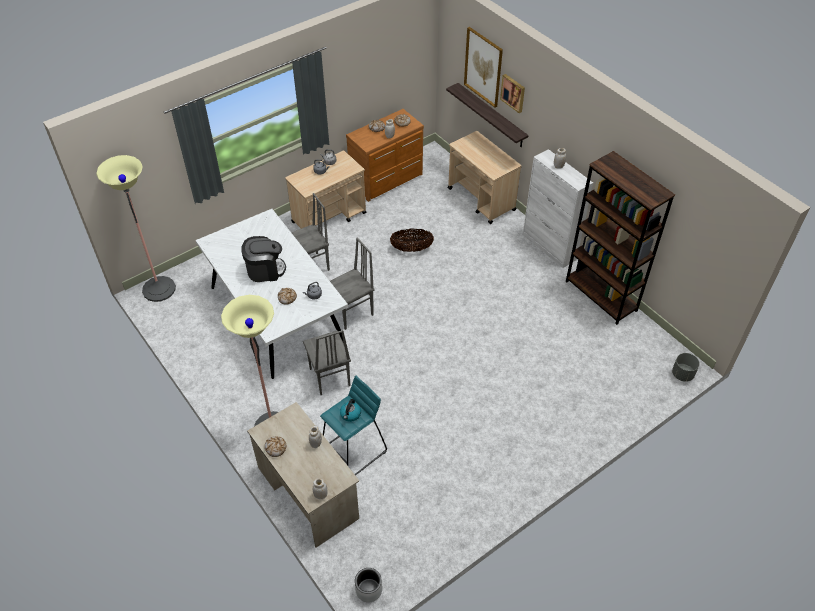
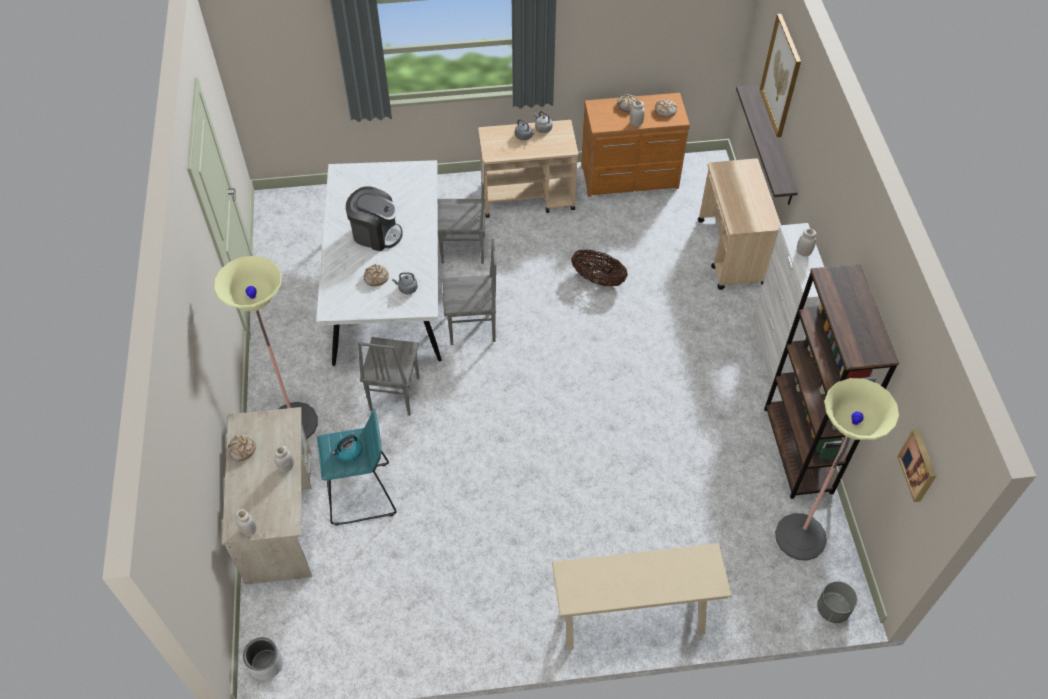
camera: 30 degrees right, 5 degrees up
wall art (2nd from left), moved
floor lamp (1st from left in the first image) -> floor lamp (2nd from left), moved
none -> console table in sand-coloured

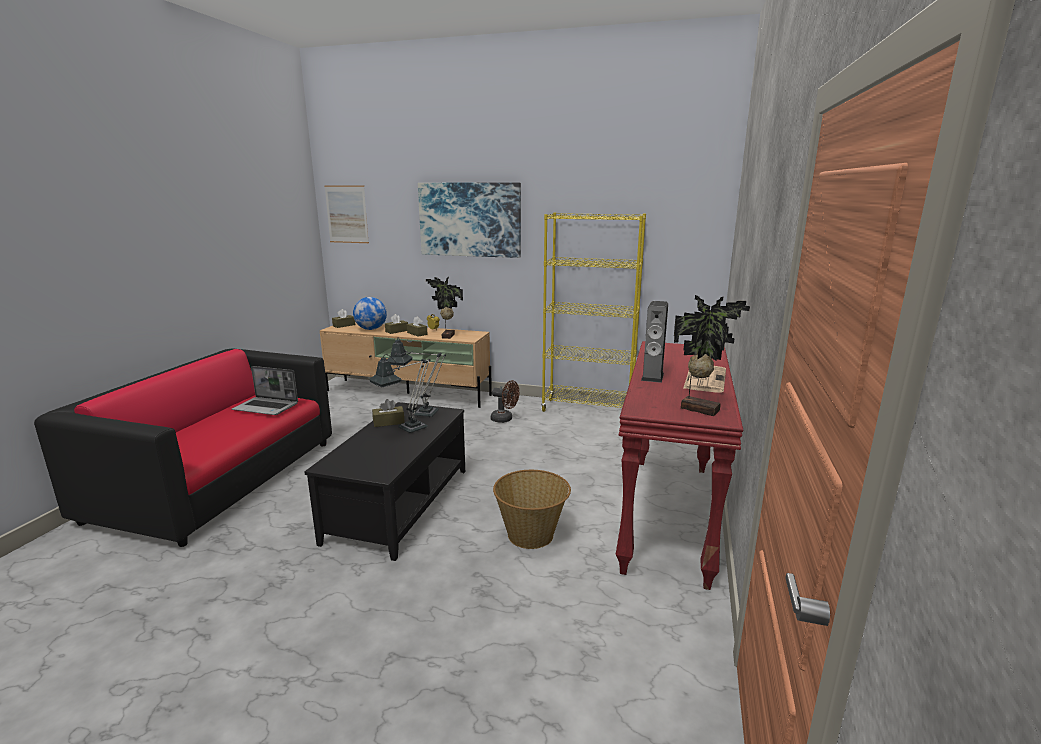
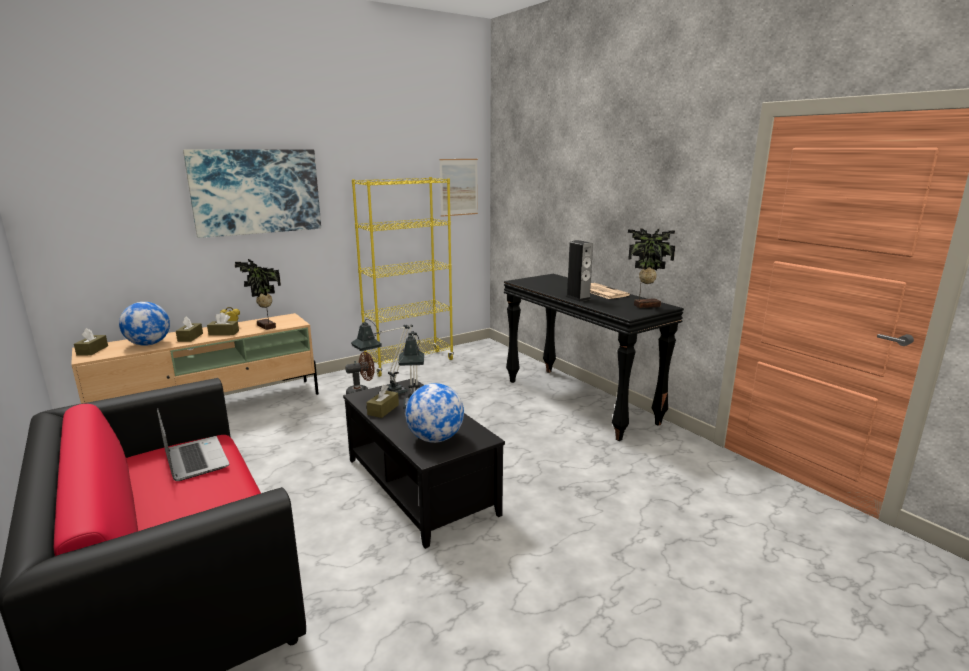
camera: 50 degrees left, 0 degrees up
wall art (1st from left in the first image) -> wall art (2nd from left), moved
console table in red -> console table in blackish
portable computer, 90 degrees counterclockwise
storage basket -> none
none -> world globe (2nd from left)

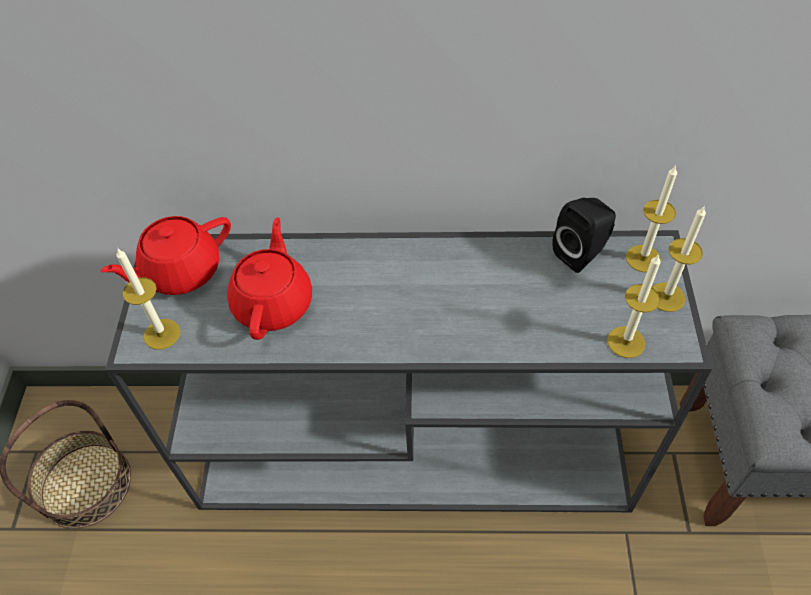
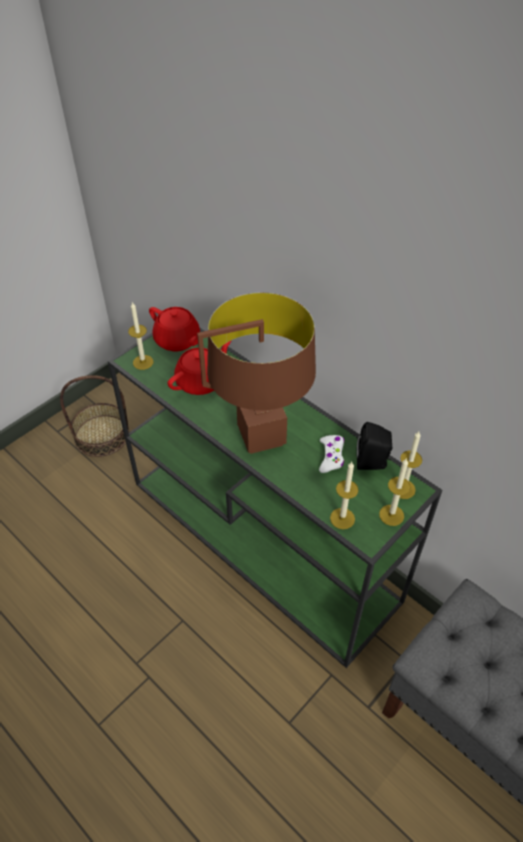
camera: 40 degrees right, 5 degrees down
teapot in red (1st from left), 150 degrees counterclockwise
console table in grey -> console table in green
none -> lamp for a table in brown-coloured
none -> game controller in whitish

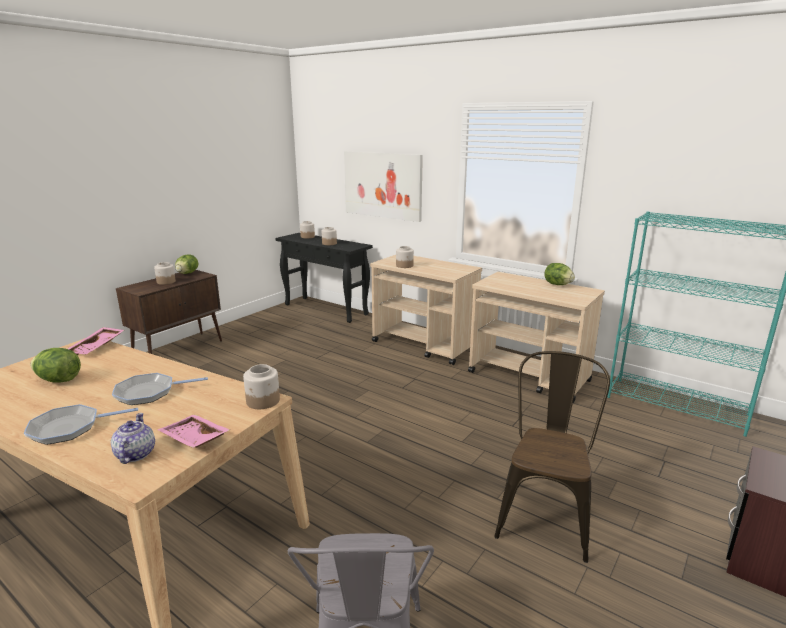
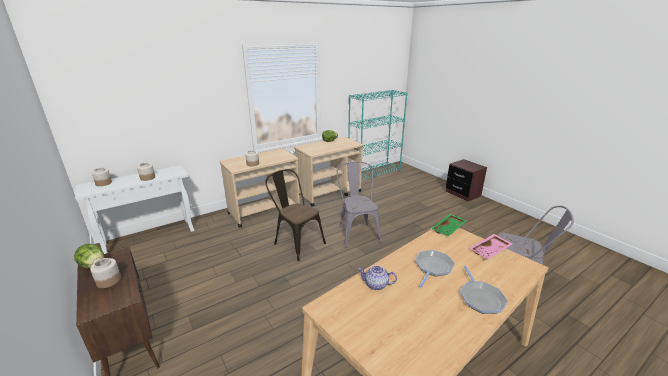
camera: 70 degrees left, 5 degrees up
wall art -> none
console table in blackish -> console table in whitish
serving tray in pink (1st from left) -> none
lettuce (1st from left) -> none
plain chair in brown-coloured, moved
storage jar (2nd from left) -> serving tray in green
frying pan (2nd from left in the first image) -> frying pan (1st from left), 150 degrees counterclockwise
teapot, moved
none -> plain chair in grey (1st from left)

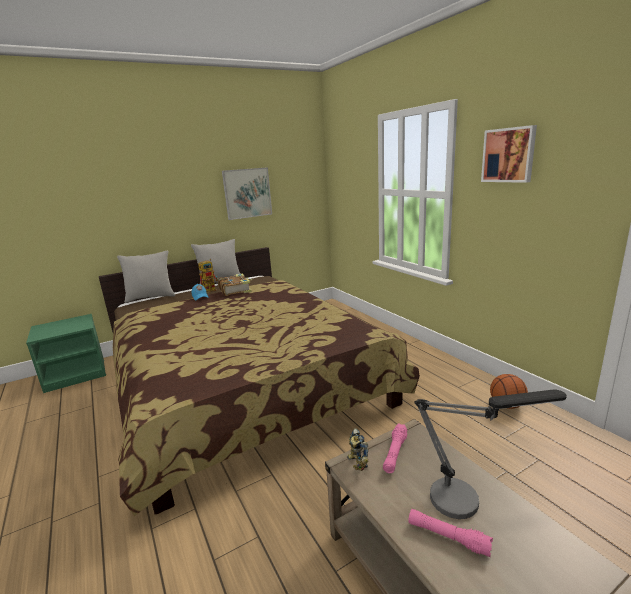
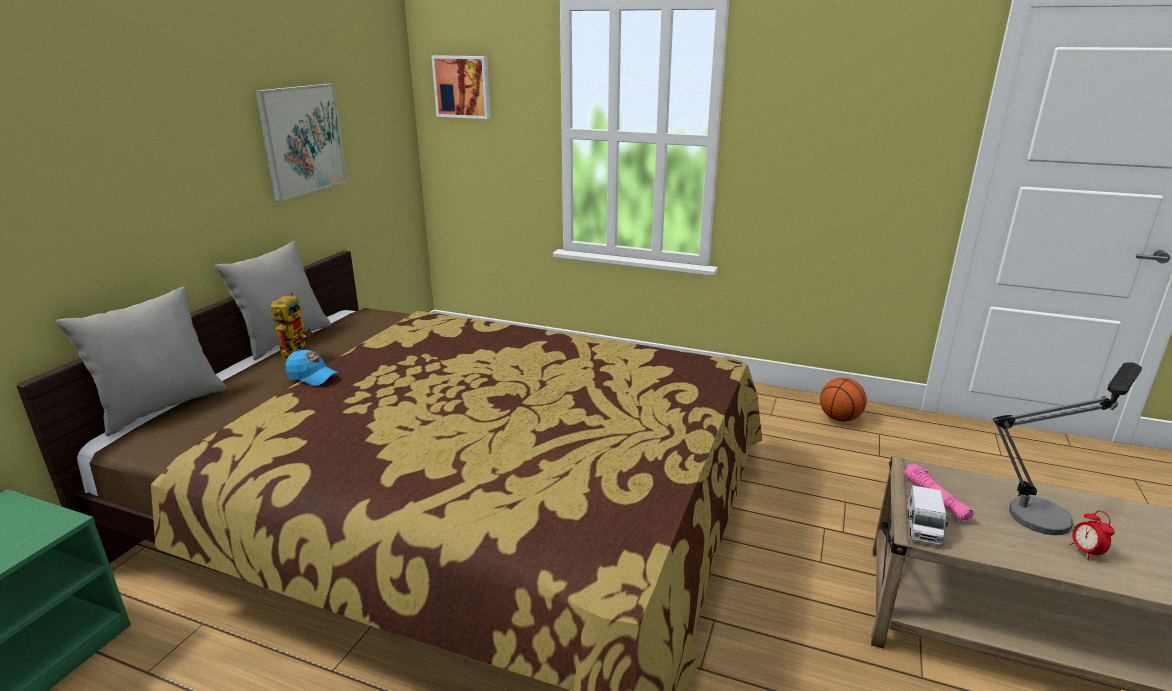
camera: 40 degrees left, 5 degrees up
wall art (2nd from left), moved
volume -> none
robot figure (2nd from left) -> model truck
hand torch in pink (2nd from left) -> table clock

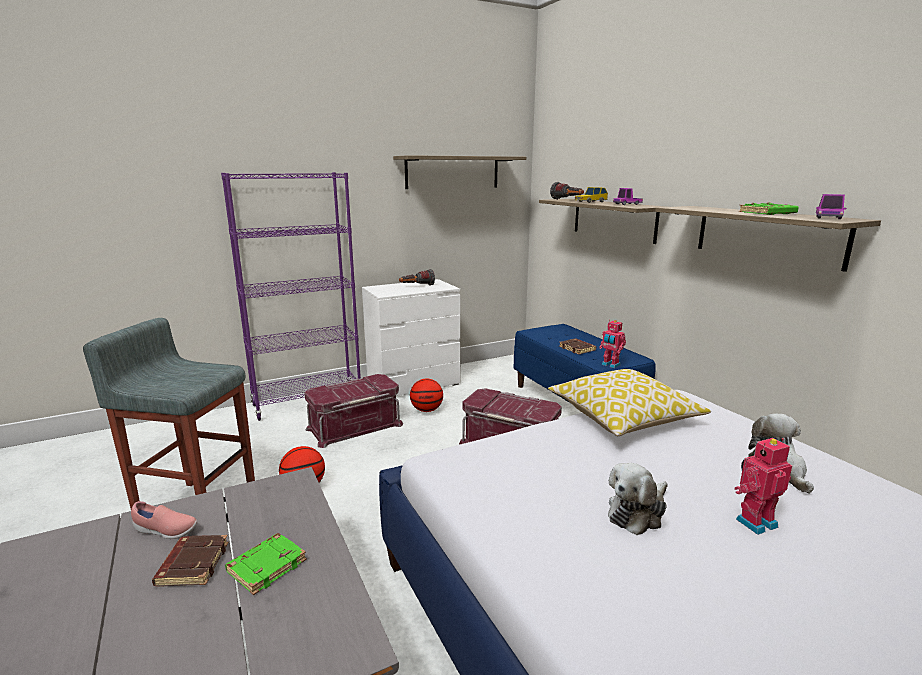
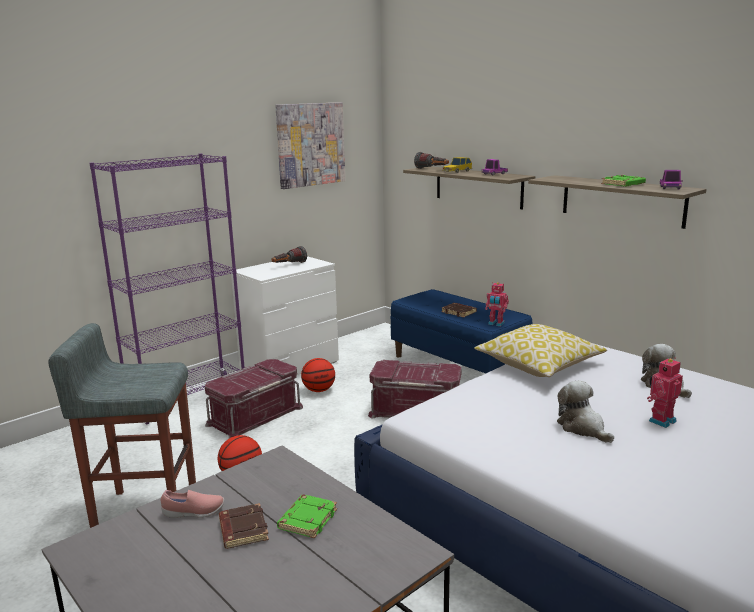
camera: 15 degrees left, 0 degrees up
shelf (1st from left) -> wall art
cuddly toy (1st from left), 120 degrees clockwise

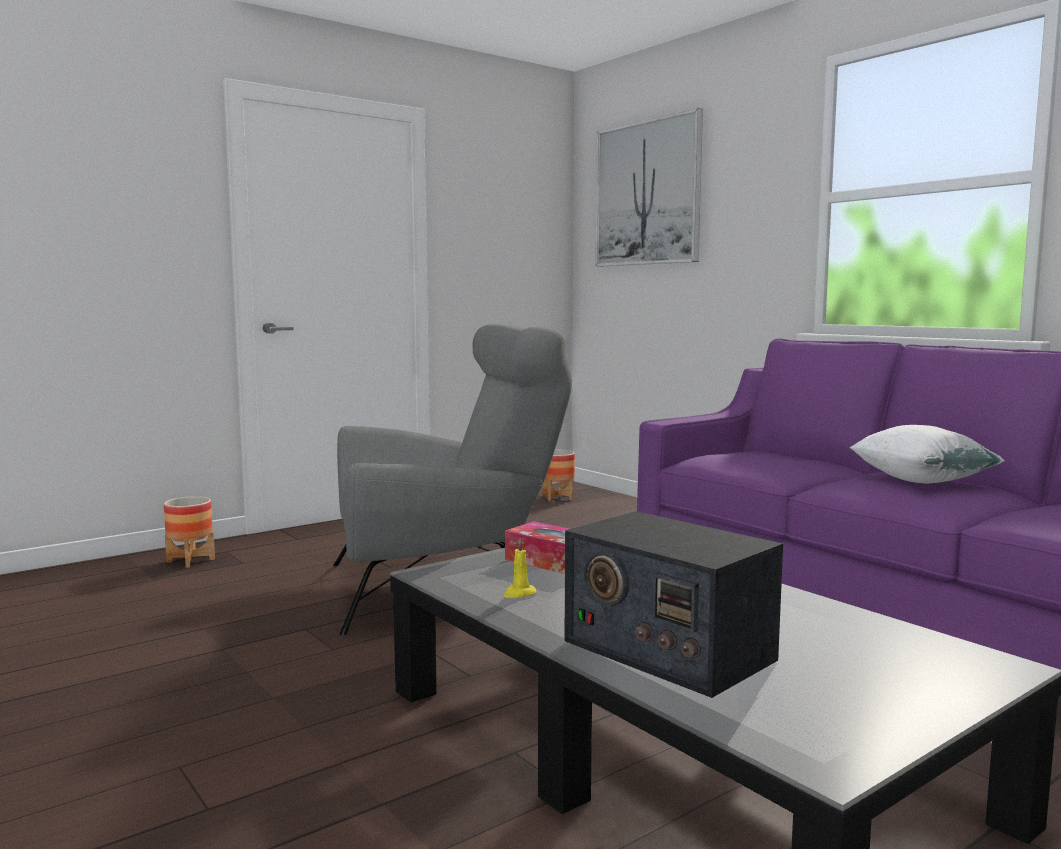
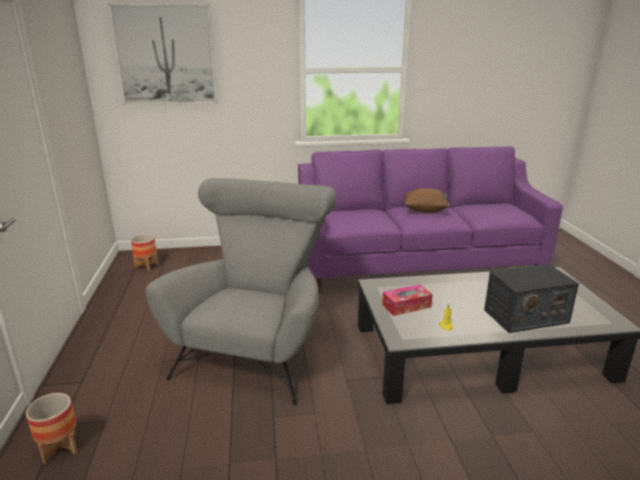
camera: 60 degrees left, 15 degrees up
cushion in whitish -> cushion in brown-coloured

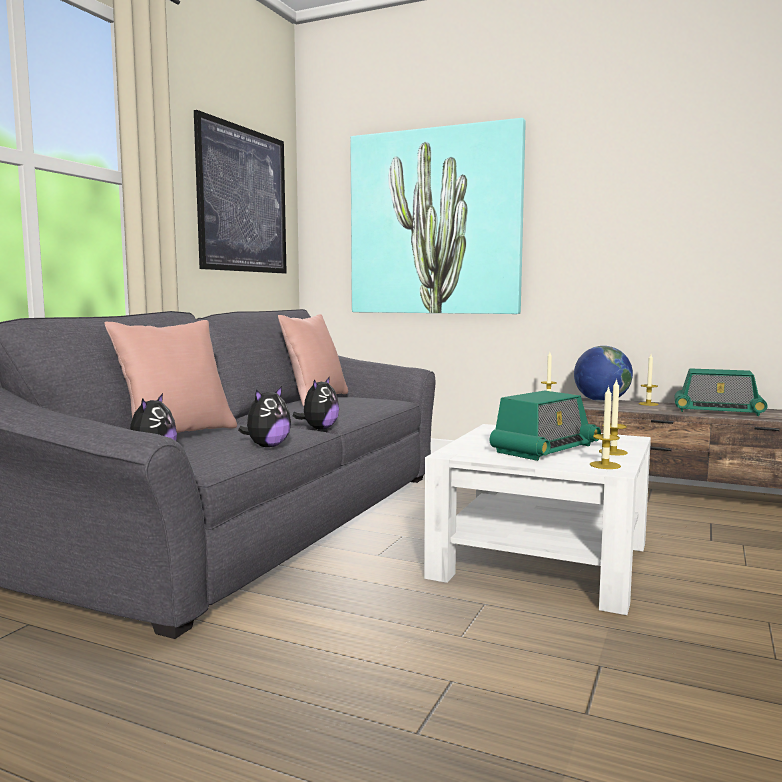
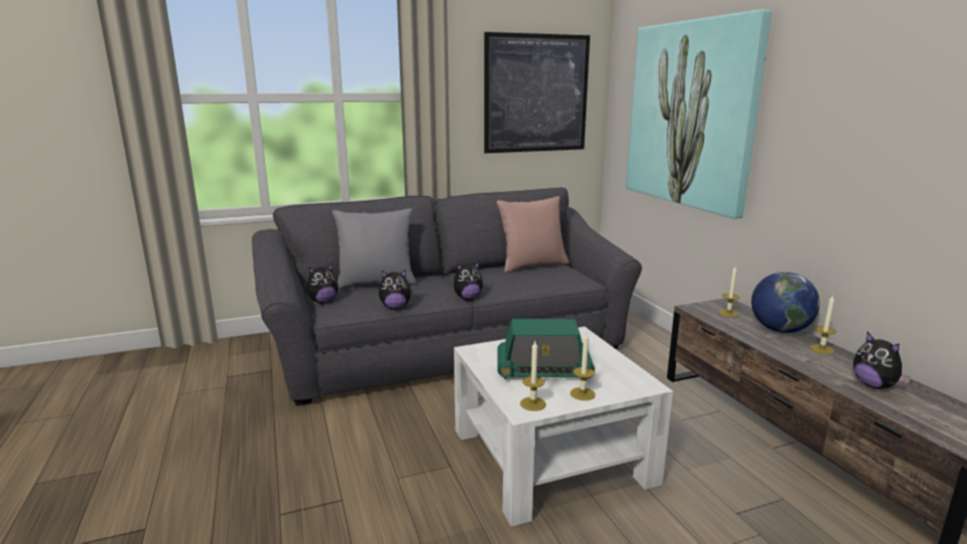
camera: 45 degrees right, 10 degrees up
cushion in pink (1st from left) -> cushion in grey
radio (2nd from left) -> cuddly toy (4th from left)

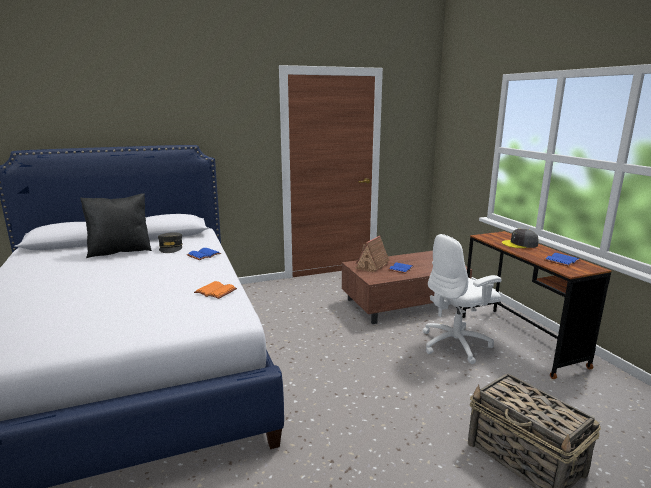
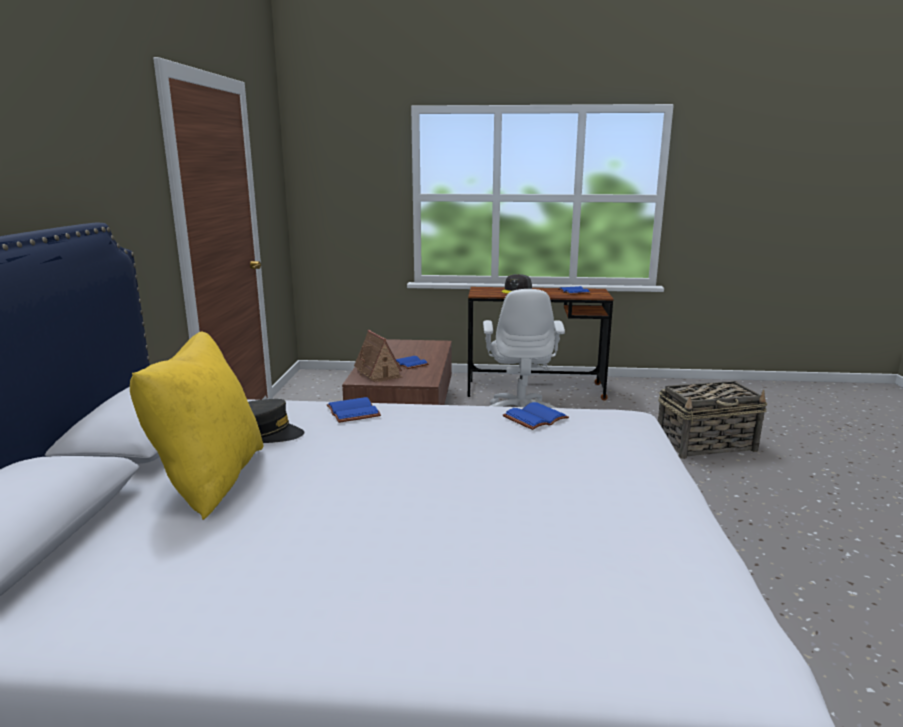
camera: 65 degrees left, 0 degrees up
cushion in blackish -> cushion in yellow-coloured
volume in orangey -> volume in blue-coloured (3rd from left)

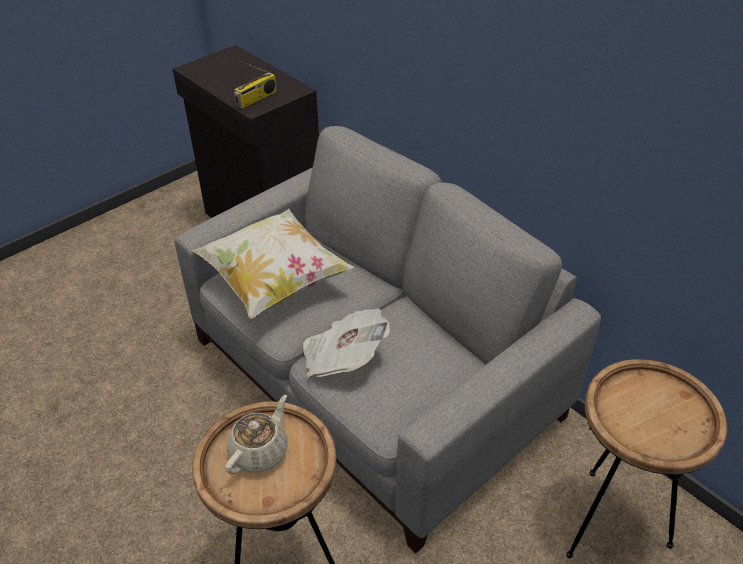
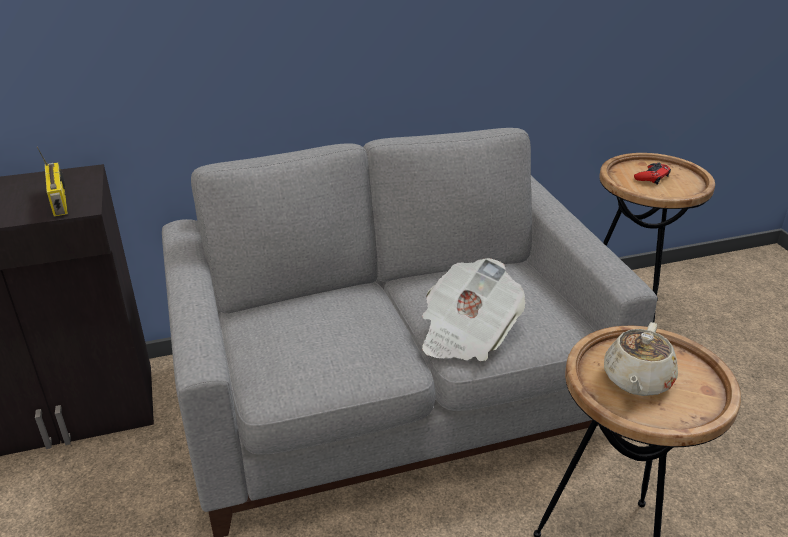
camera: 65 degrees left, 10 degrees down
cushion -> none
teapot in sand-coloured, 120 degrees counterclockwise
none -> game controller in red

